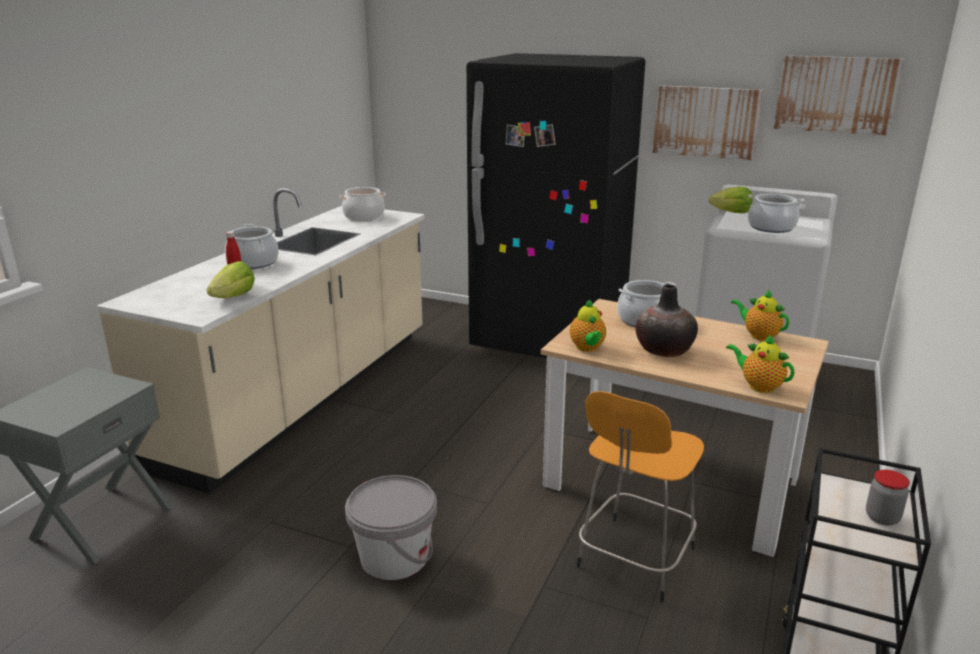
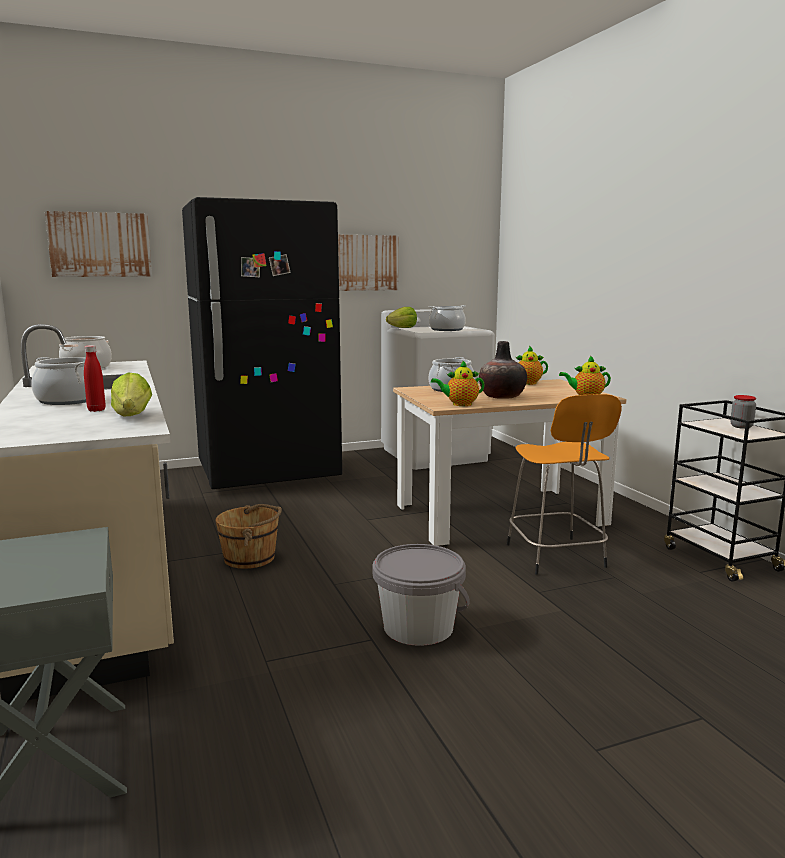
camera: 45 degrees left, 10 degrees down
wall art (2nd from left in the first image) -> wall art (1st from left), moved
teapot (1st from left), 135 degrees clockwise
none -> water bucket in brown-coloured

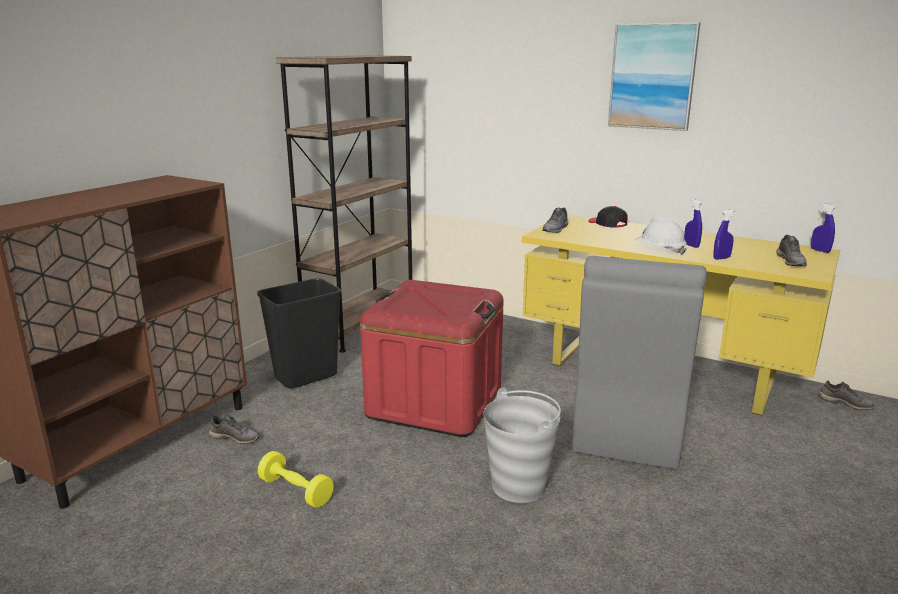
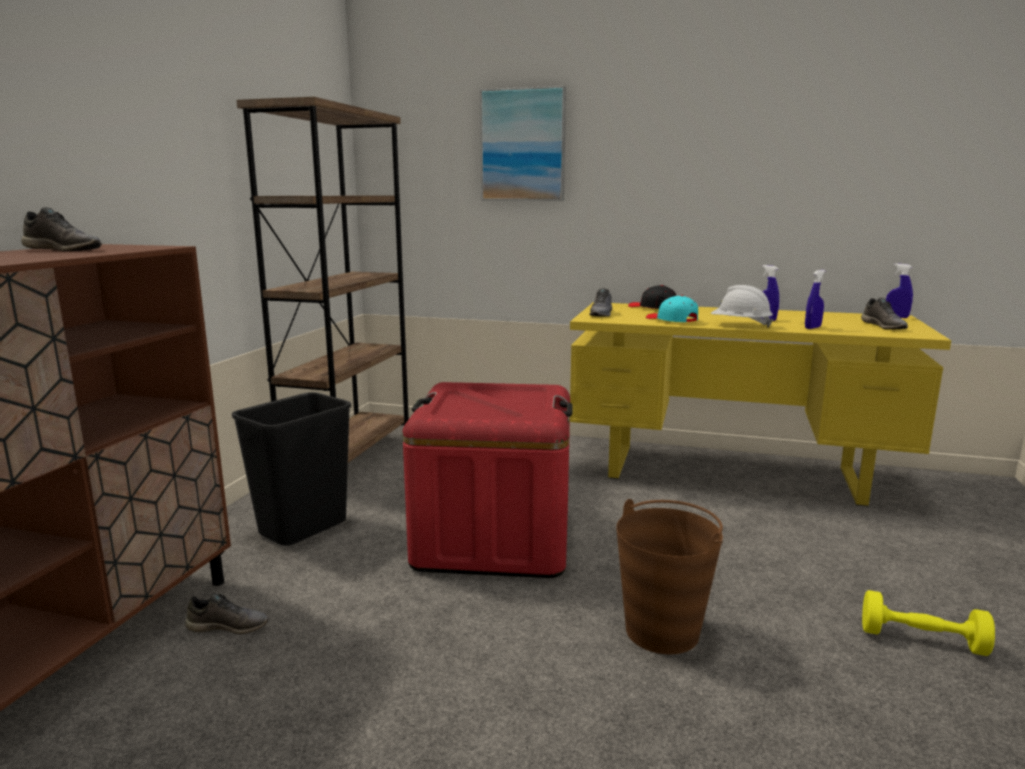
camera: 15 degrees left, 5 degrees down
wall art, moved
plain chair in grey -> none
low shoe in grey (4th from left in the first image) -> low shoe in grey (1st from left), moved
water bucket in grey -> water bucket in brown-coloured
hand weight in yellow-coloured, moved
none -> peaked cap in blue-green

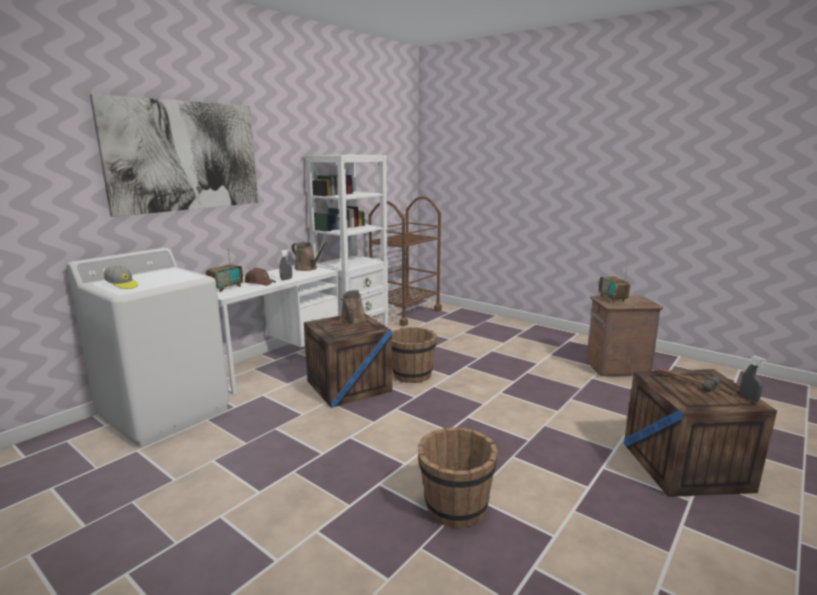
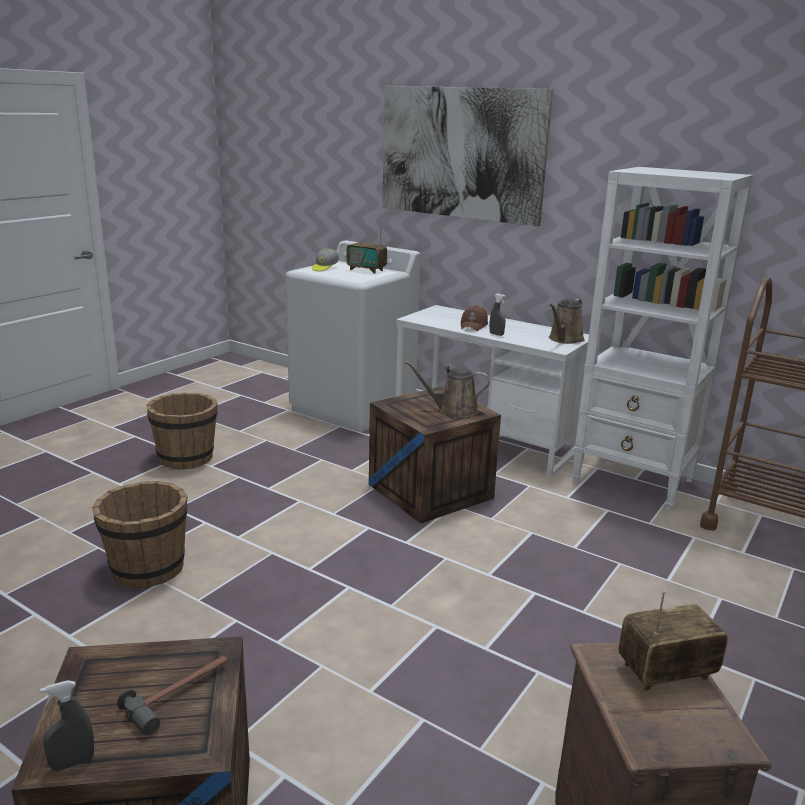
camera: 85 degrees right, 5 degrees up
radio (1st from left), moved
water bucket in brown-coloured (1st from left in the first image) -> water bucket in brown-coloured (2nd from left), moved

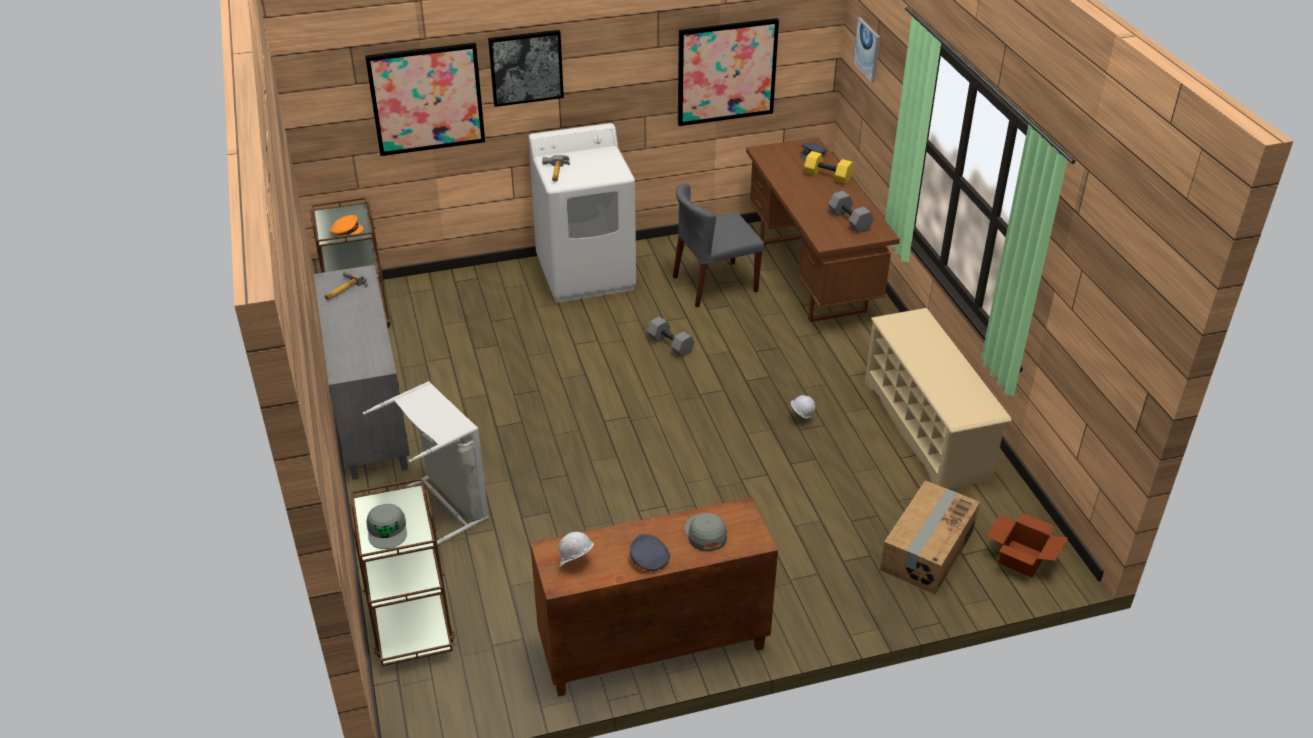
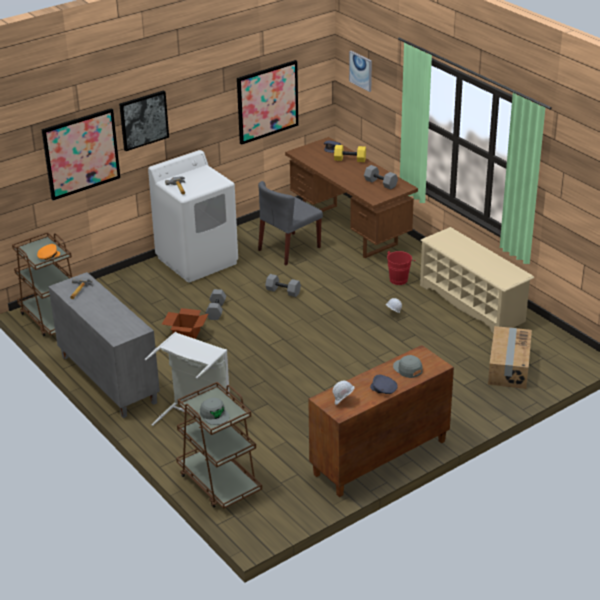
camera: 20 degrees left, 5 degrees down
packing box (2nd from left in the first image) -> packing box (1st from left), moved
none -> water bucket in red
none -> hand weight in grey (1st from left)

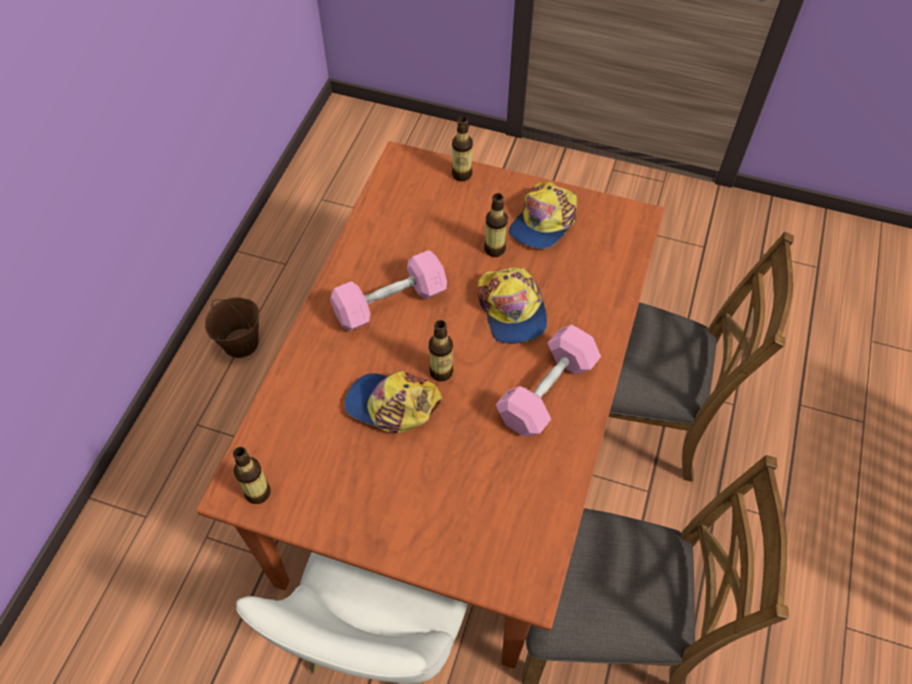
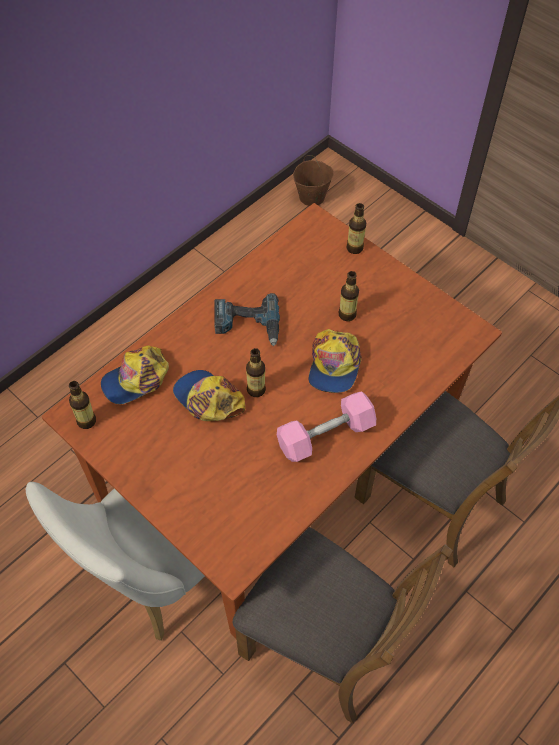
camera: 25 degrees right, 0 degrees up
peaked cap (3rd from left in the first image) -> peaked cap (1st from left), moved
hand weight in pink (1st from left) -> electric drill
water bucket in brown-coloured, moved

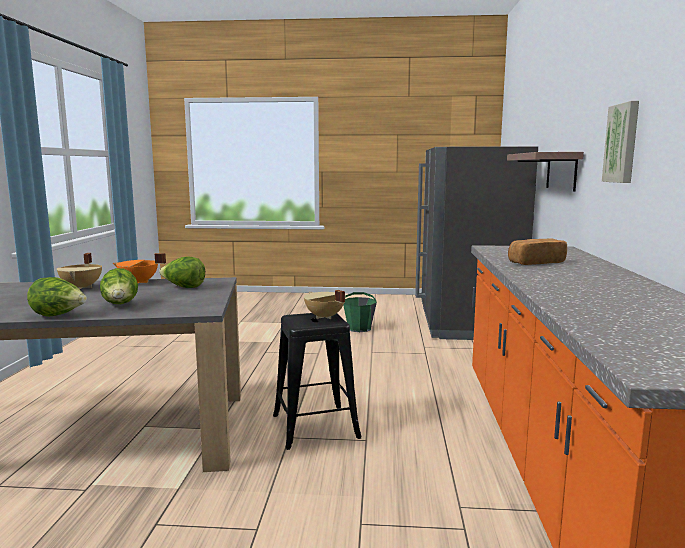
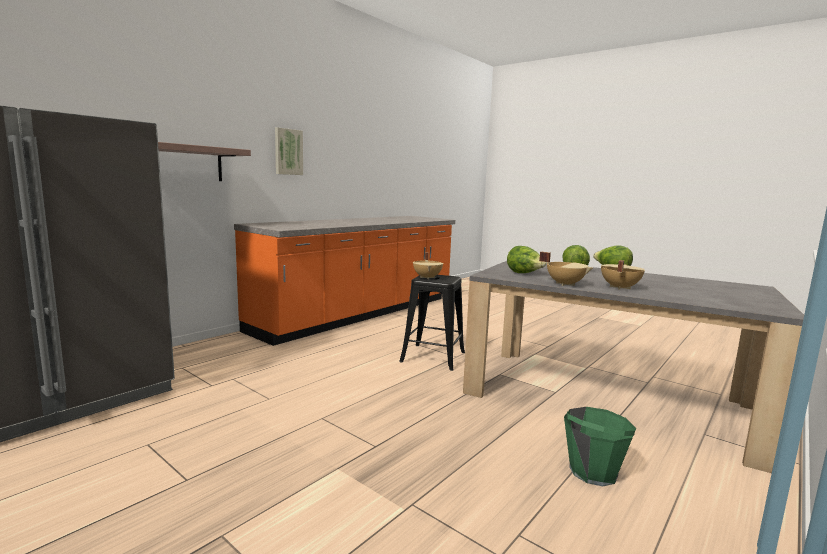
camera: 145 degrees left, 0 degrees up
baked bread -> none
stockpot in orangey -> stockpot in sand-coloured (2nd from left)
water bucket in green, moved

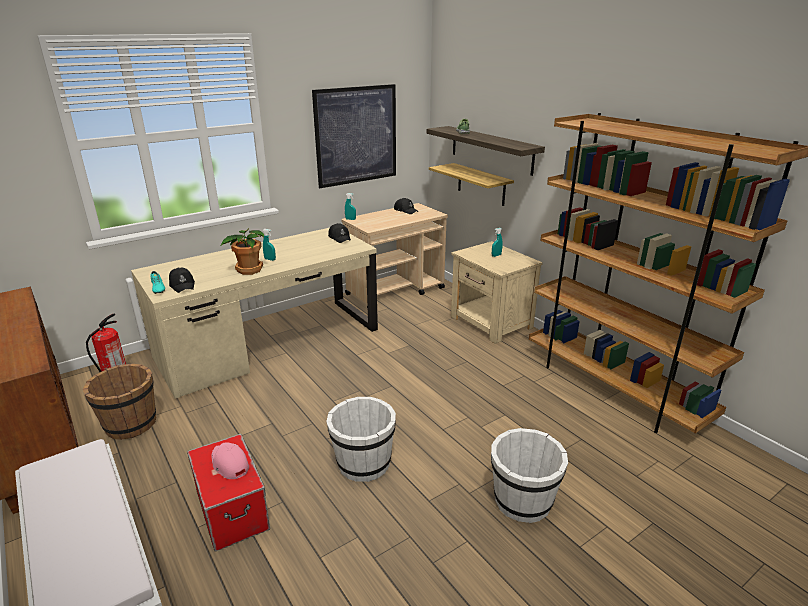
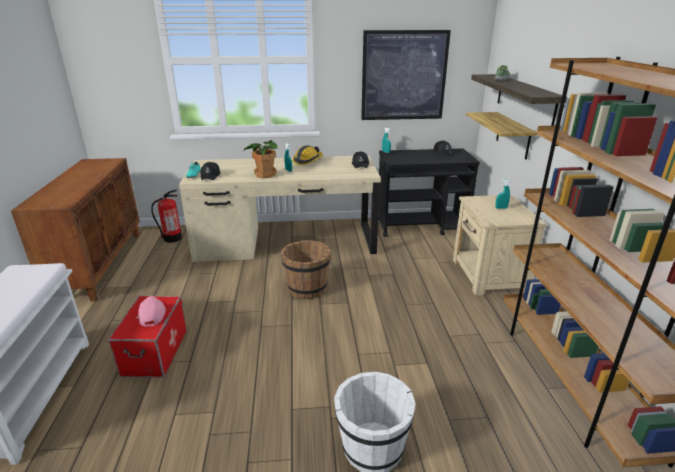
camera: 30 degrees right, 0 degrees up
wheeled cart in sand-coloured -> wheeled cart in blackish
water bucket in brown-coloured, moved
water bucket in whitish (1st from left) -> none
none -> safety helmet

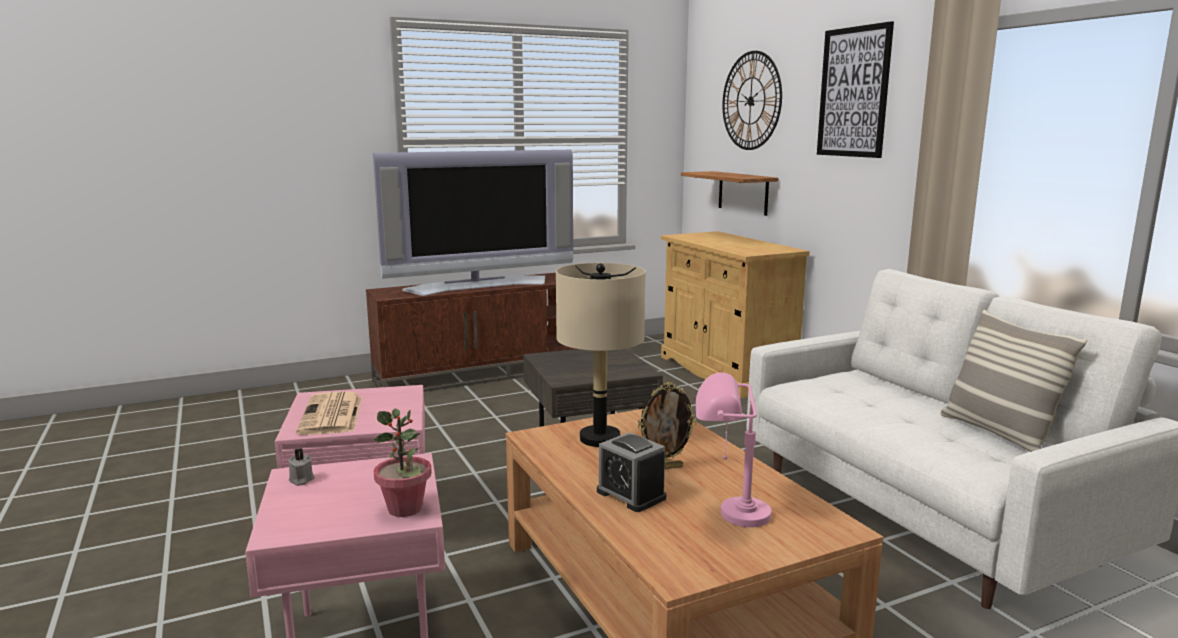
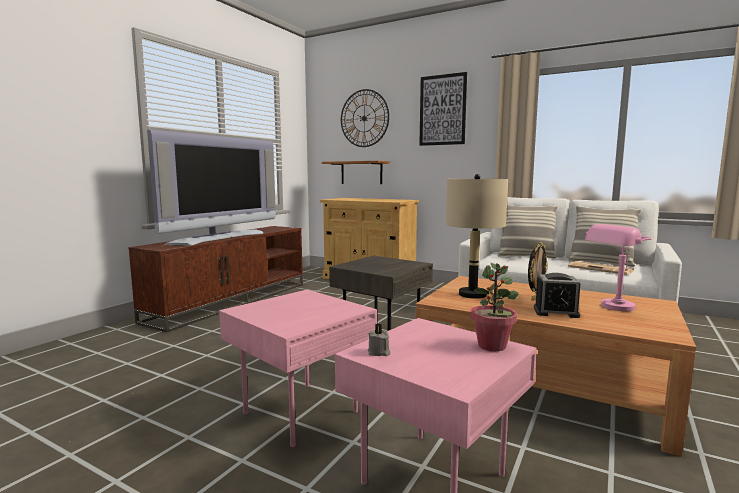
camera: 35 degrees left, 5 degrees down
daily paper, moved
none -> cushion (1st from left)

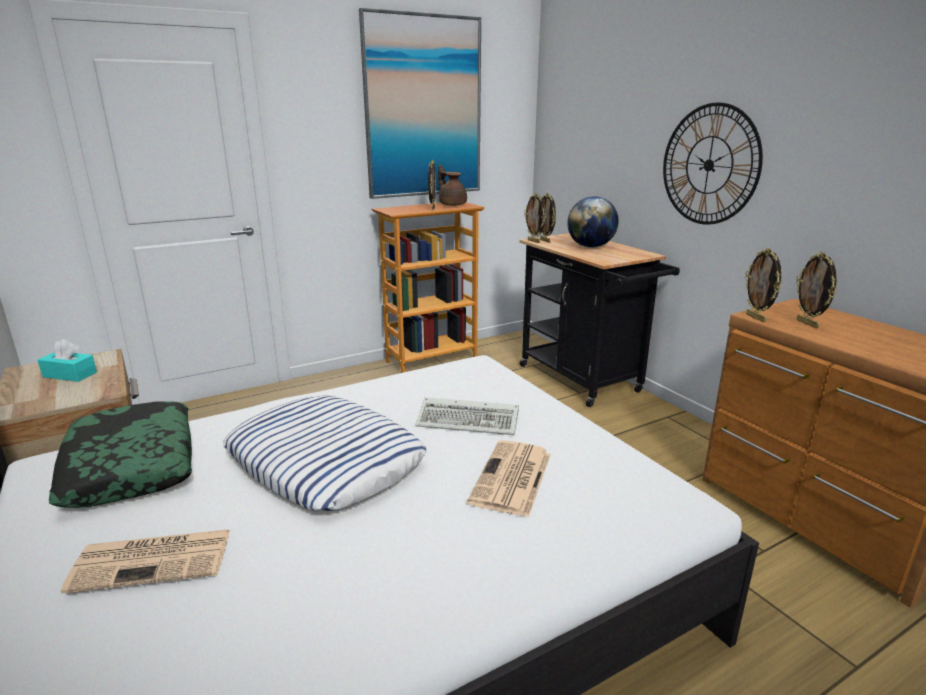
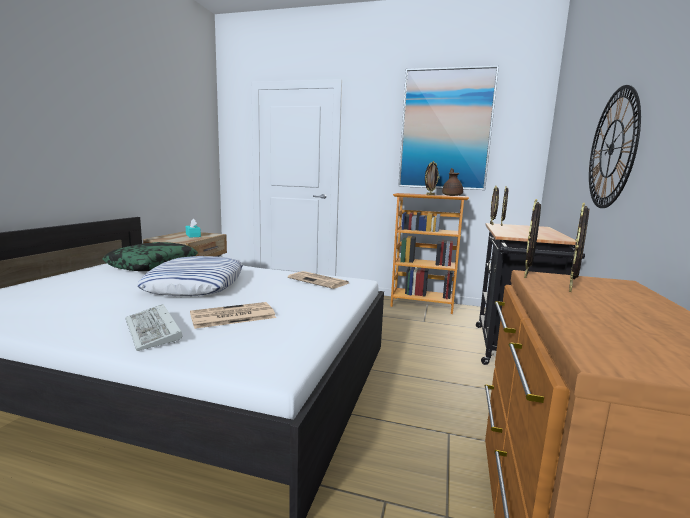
camera: 45 degrees right, 10 degrees down
world globe -> none
keyboard, moved
daily paper (1st from left in the first image) -> daily paper (2nd from left), moved

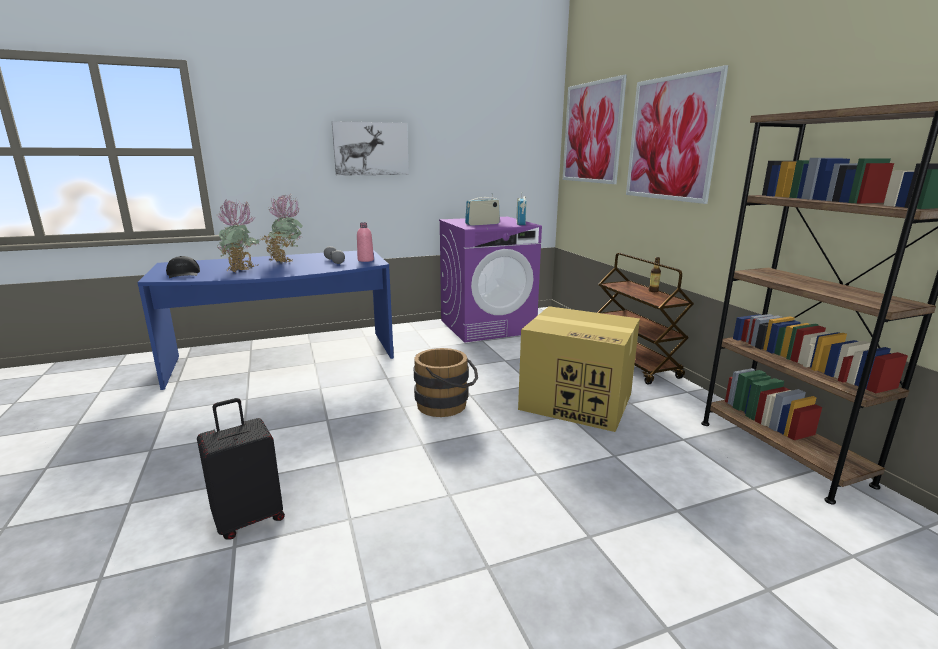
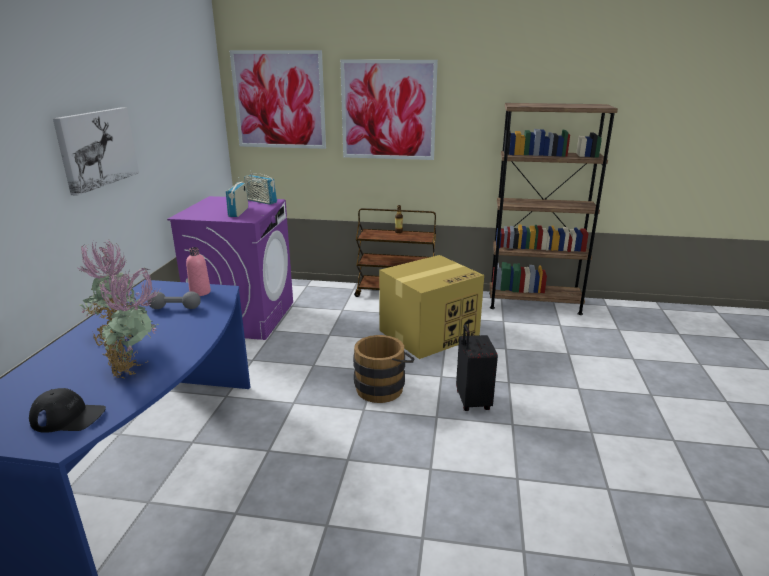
camera: 60 degrees left, 5 degrees up
piece of luggage in blackish, moved

